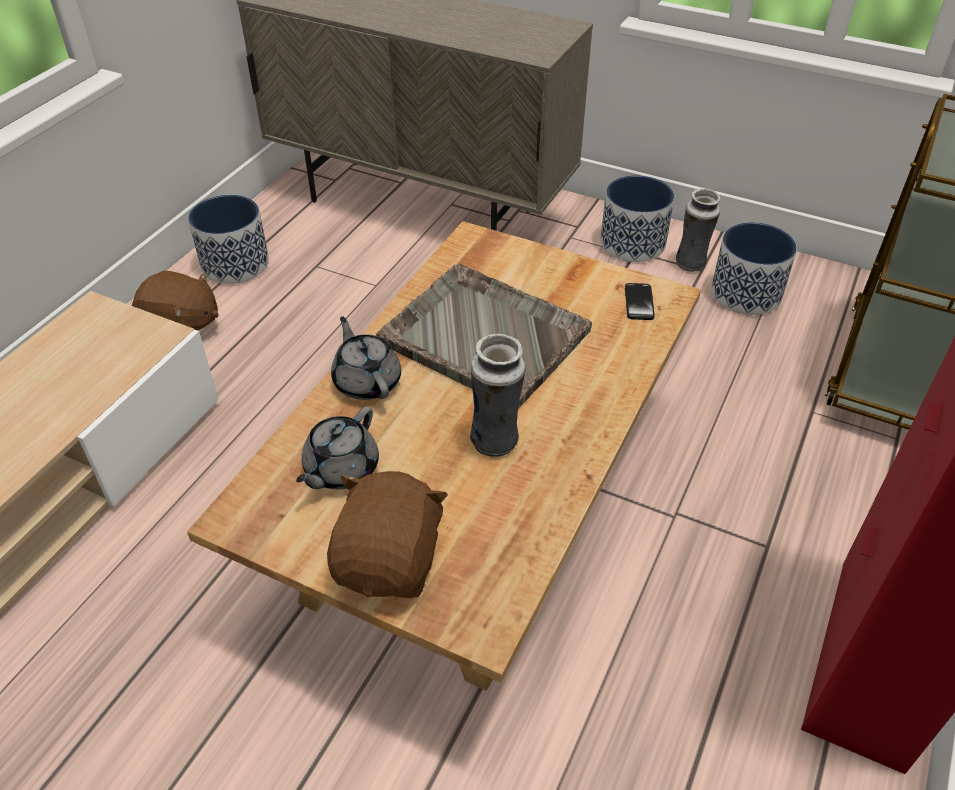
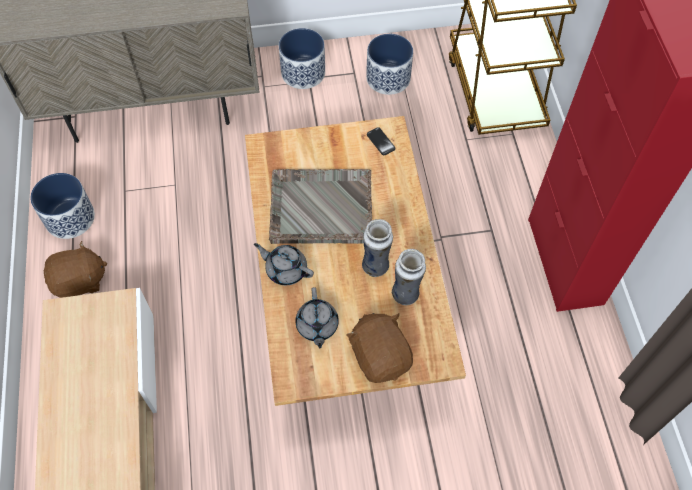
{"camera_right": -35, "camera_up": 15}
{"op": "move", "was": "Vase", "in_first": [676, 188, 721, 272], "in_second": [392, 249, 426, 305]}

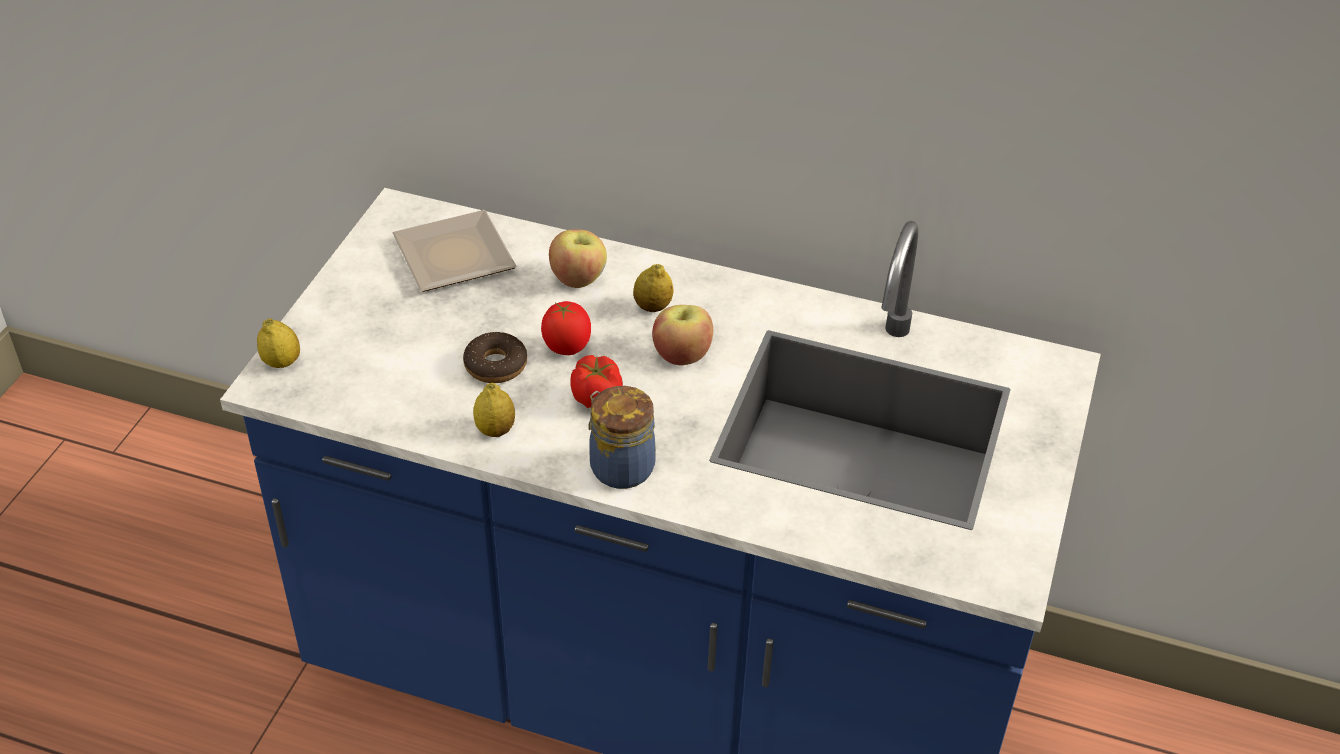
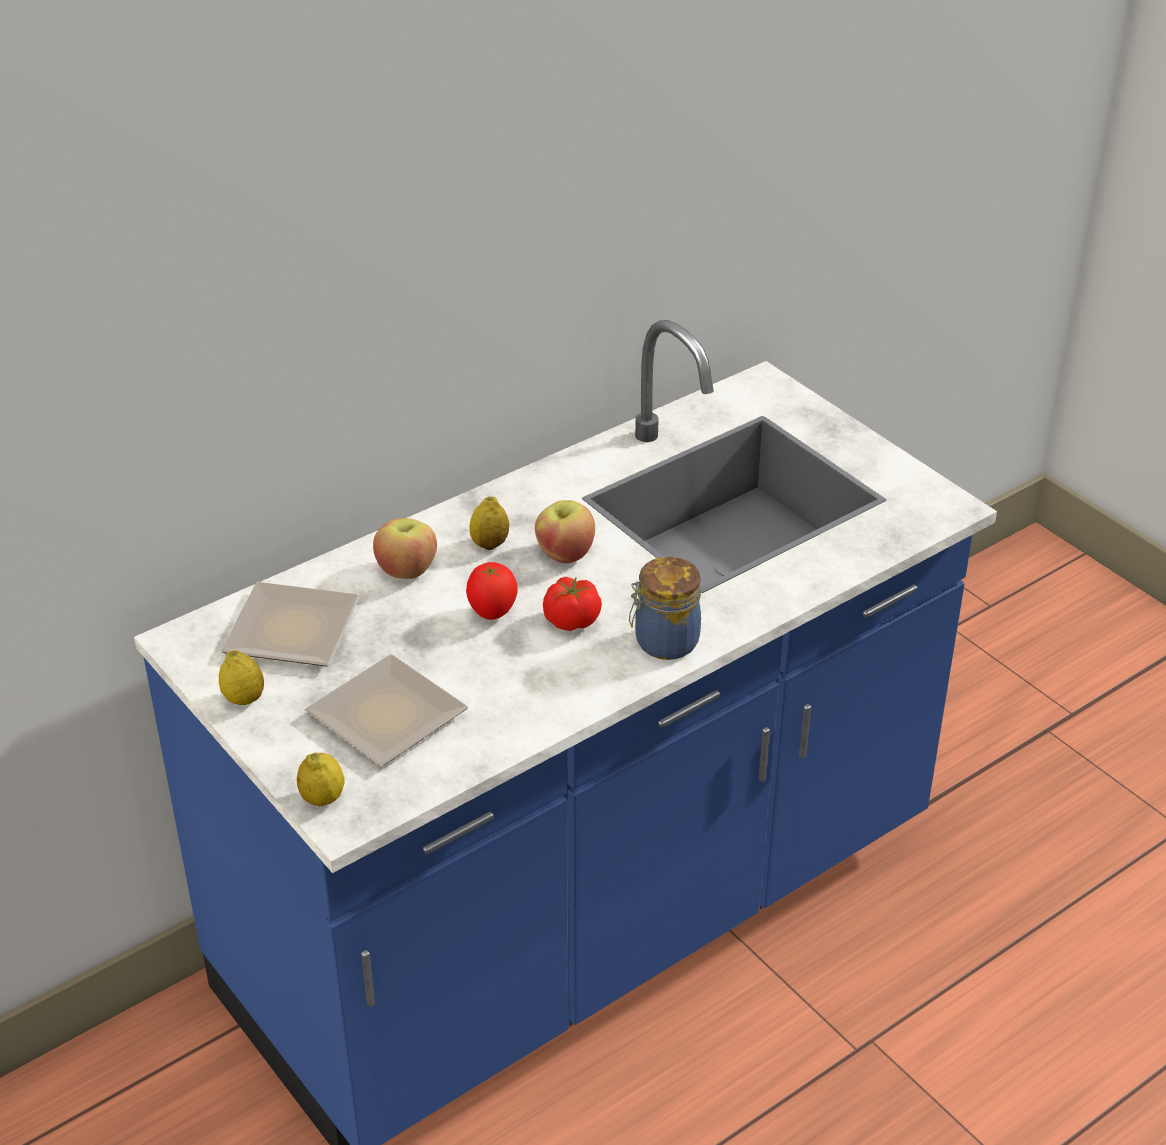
{"camera_right": -55, "camera_up": -5}
{"op": "delete", "was": "Donut", "in_first": [463, 332, 527, 383]}
{"op": "move", "was": "Zitrone", "in_first": [473, 383, 515, 437], "in_second": [219, 650, 264, 705]}
{"op": "insert", "now": "Teller", "in_second": [305, 654, 468, 766]}

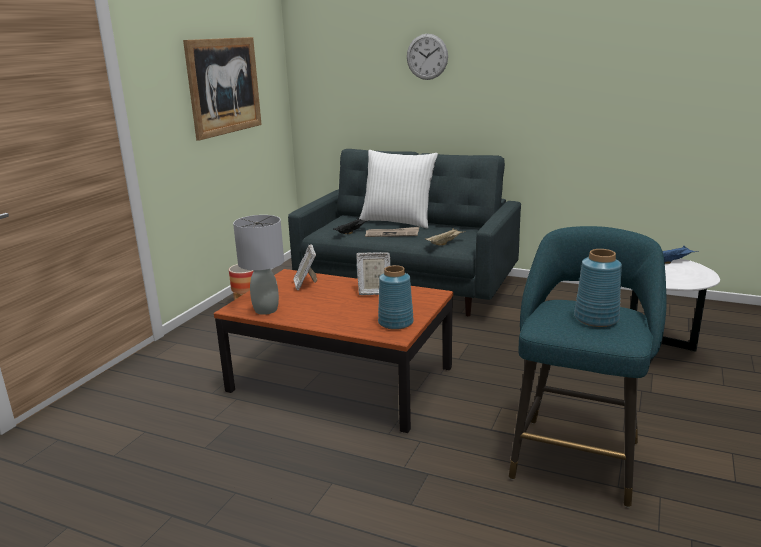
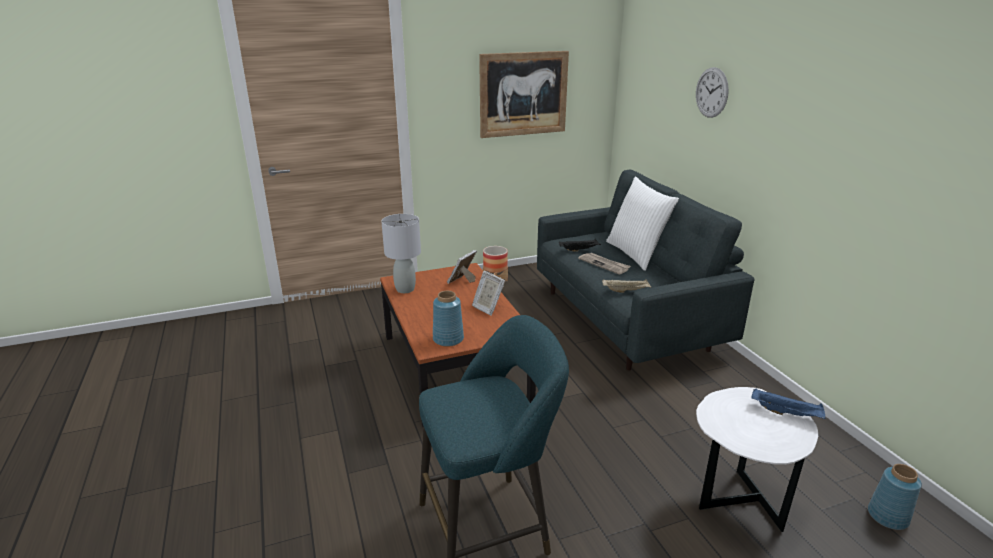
{"camera_right": 45, "camera_up": 5}
{"op": "move", "was": "Vase/blau", "in_first": [574, 249, 622, 327], "in_second": [868, 464, 922, 530]}

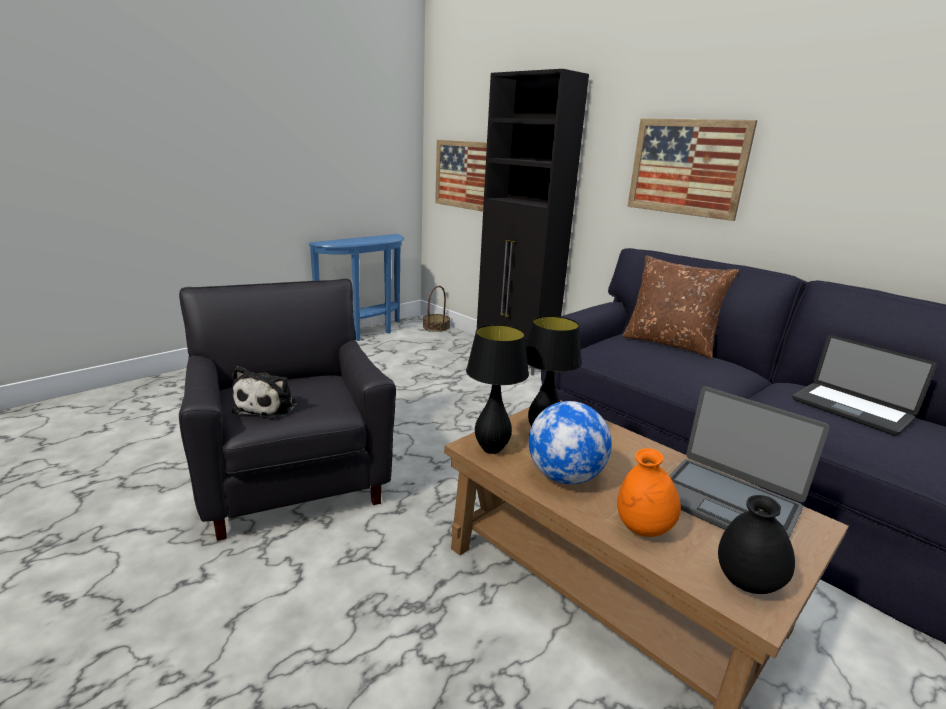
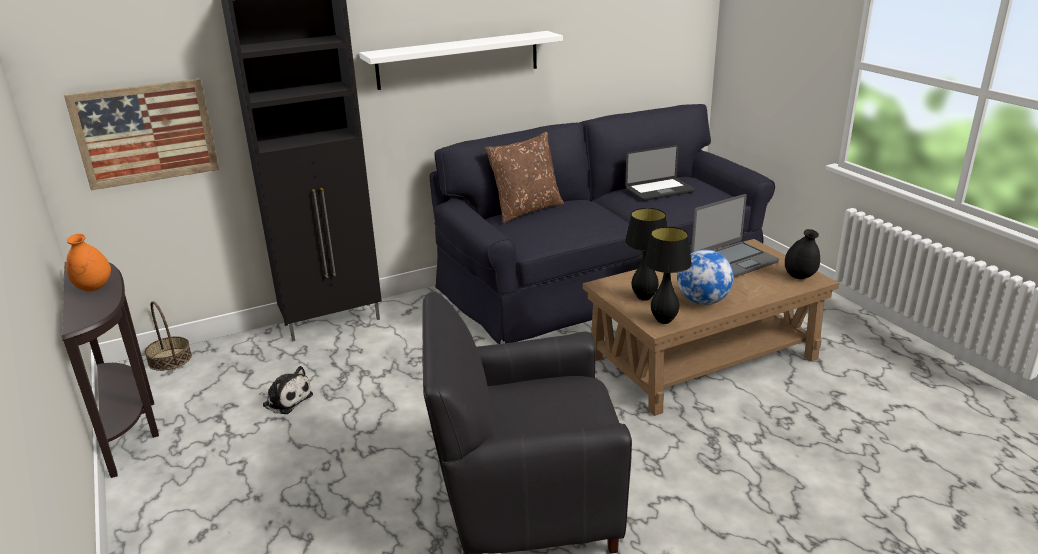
{"camera_right": -70, "camera_up": 5}
{"op": "replace", "was": "Bild", "now": "Wandregal/weiß", "in_first": [627, 118, 757, 221], "in_second": [359, 31, 563, 90]}
{"op": "recolor", "was": "Konsolentisch/blau", "now": "Konsolentisch/braun", "in_first": [308, 234, 404, 341], "in_second": [62, 262, 159, 478]}
{"op": "move", "was": "Plüschtier", "in_first": [232, 366, 297, 419], "in_second": [259, 366, 313, 414]}
{"op": "move", "was": "Vase/orange", "in_first": [617, 448, 681, 537], "in_second": [66, 234, 111, 291]}

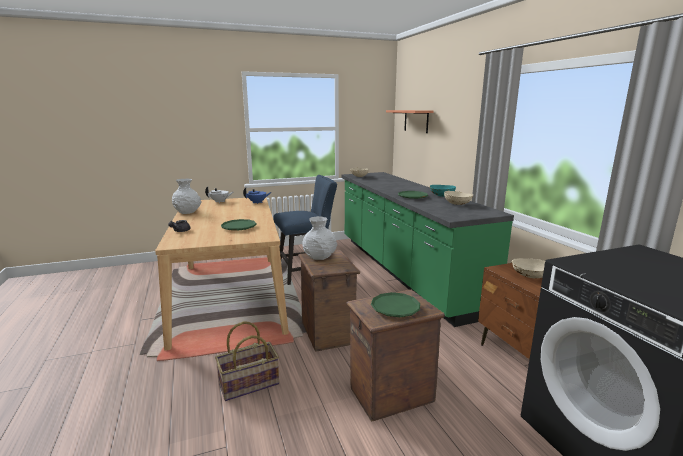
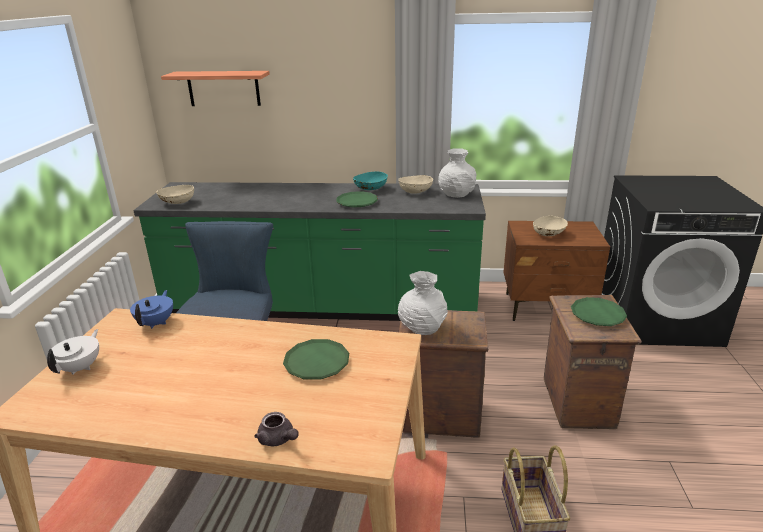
{"camera_right": -65, "camera_up": 10}
{"op": "move", "was": "Vase/weiß", "in_first": [172, 179, 201, 214], "in_second": [438, 148, 477, 198]}

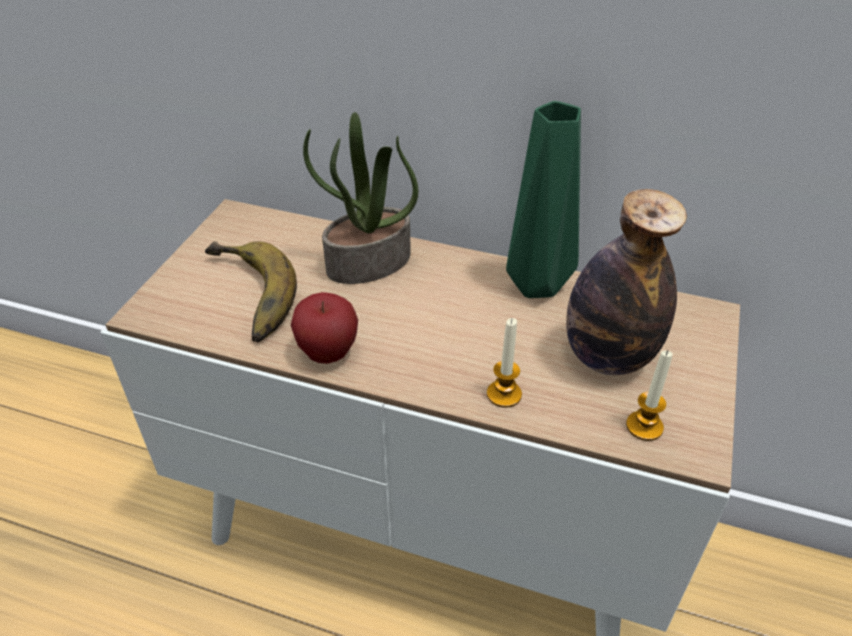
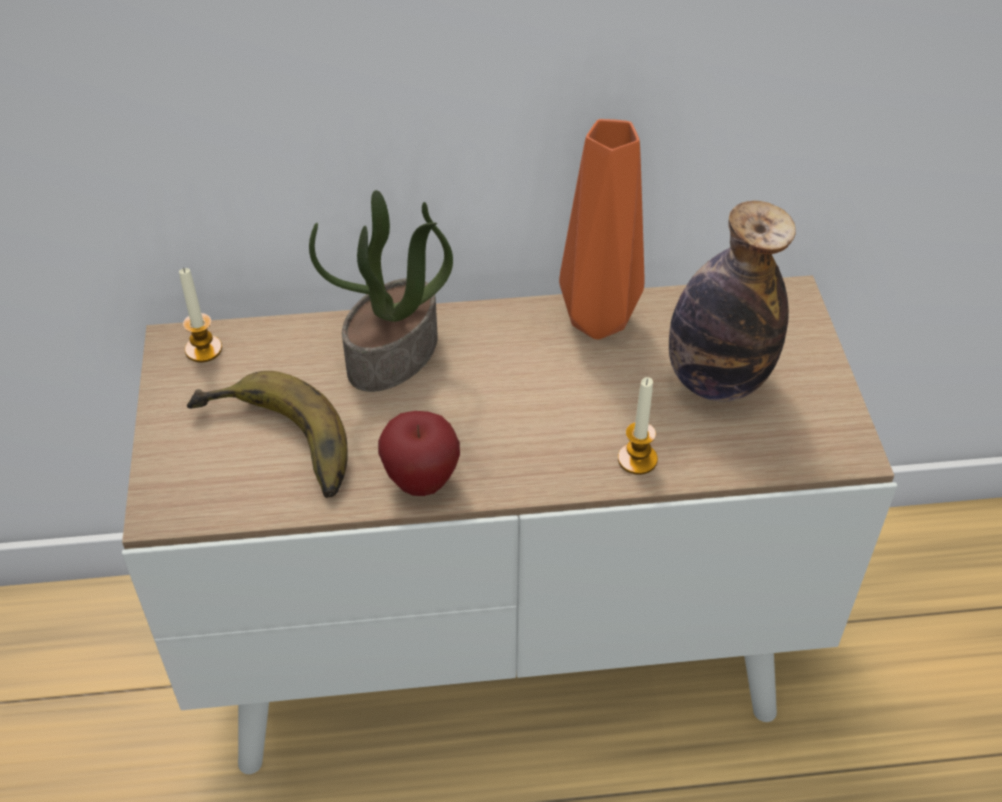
{"camera_right": -25, "camera_up": 5}
{"op": "recolor", "was": "Vase/grün", "now": "Vase/orange", "in_first": [506, 101, 581, 298], "in_second": [559, 119, 644, 340]}
{"op": "move", "was": "Kerze", "in_first": [626, 350, 673, 441], "in_second": [179, 268, 222, 362]}

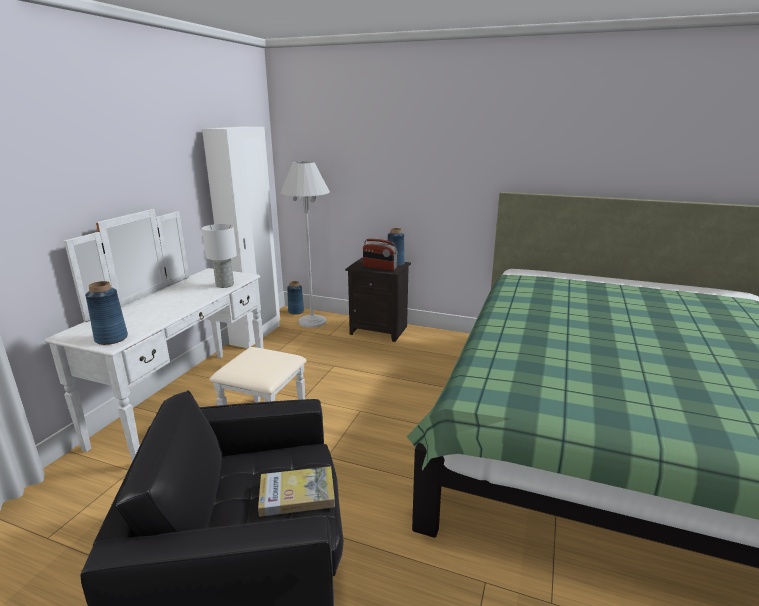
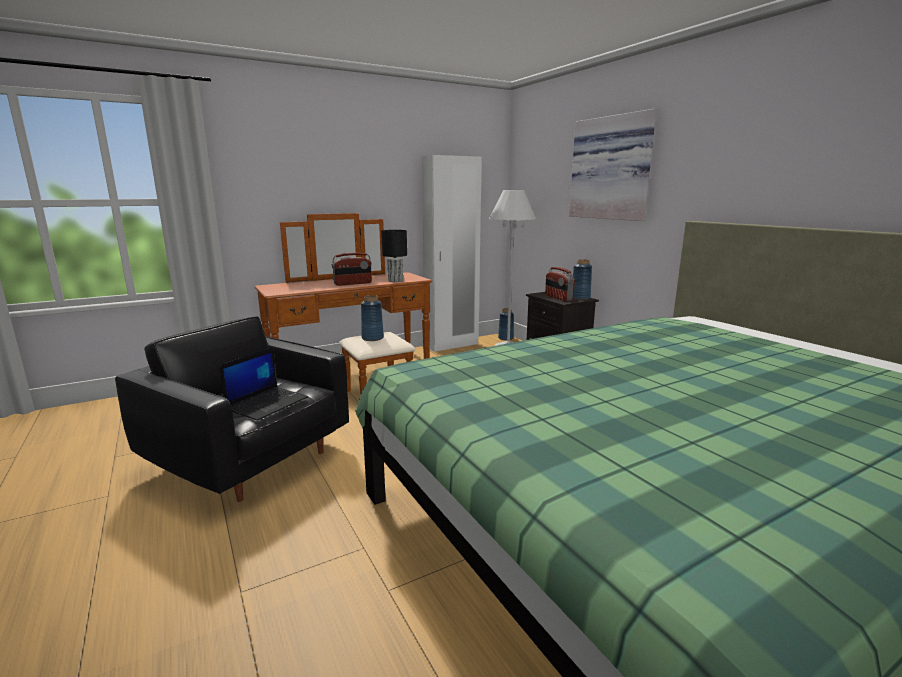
{"camera_right": 40, "camera_up": -5}
{"op": "recolor", "was": "Kommode/weiß", "now": "Kommode/braun", "in_first": [45, 209, 307, 461], "in_second": [255, 213, 432, 395]}
{"op": "recolor", "was": "Tischlampe/weiß", "now": "Tischlampe/schwarz", "in_first": [202, 224, 237, 288], "in_second": [381, 230, 407, 282]}
{"op": "move", "was": "Vase/blau", "in_first": [85, 281, 128, 345], "in_second": [361, 295, 384, 341]}
{"op": "replace", "was": "Buch", "now": "Laptop", "in_first": [258, 466, 335, 517], "in_second": [220, 347, 308, 421]}
{"op": "insert", "now": "Bild", "in_second": [569, 109, 656, 221]}
{"op": "insert", "now": "Radio", "in_second": [332, 253, 372, 286]}

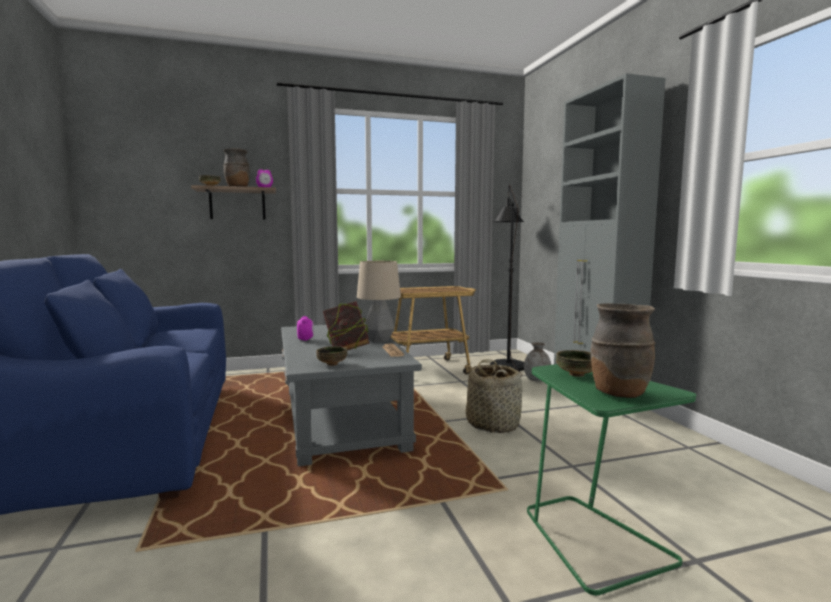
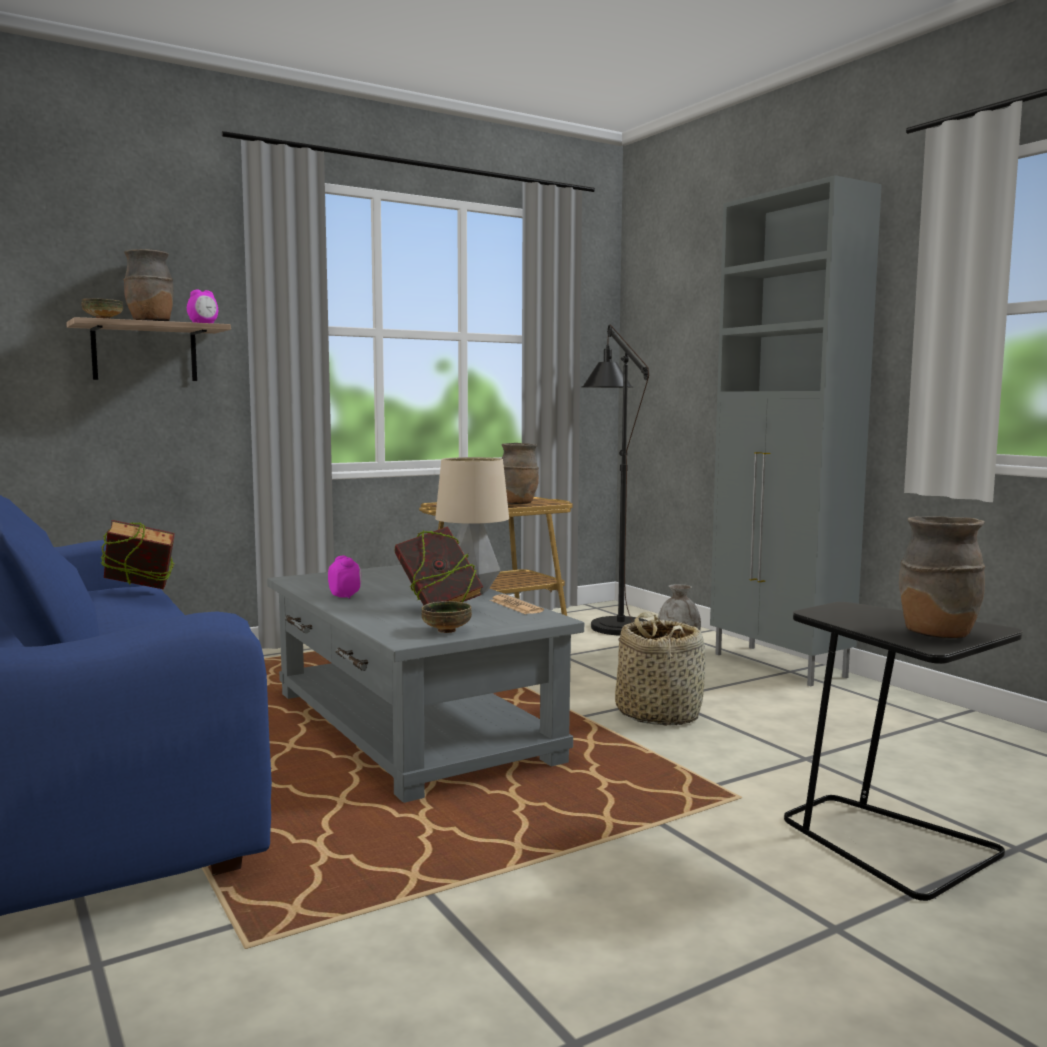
{"camera_right": -15, "camera_up": 0}
{"op": "delete", "was": "Schüssel", "in_first": [556, 350, 592, 377]}
{"op": "recolor", "was": "Beistelltisch/grün", "now": "Beistelltisch/schwarz", "in_first": [527, 364, 697, 595], "in_second": [784, 602, 1023, 901]}
{"op": "insert", "now": "Vase/braun", "in_second": [501, 443, 539, 504]}
{"op": "insert", "now": "Buch", "in_second": [100, 520, 175, 589]}

